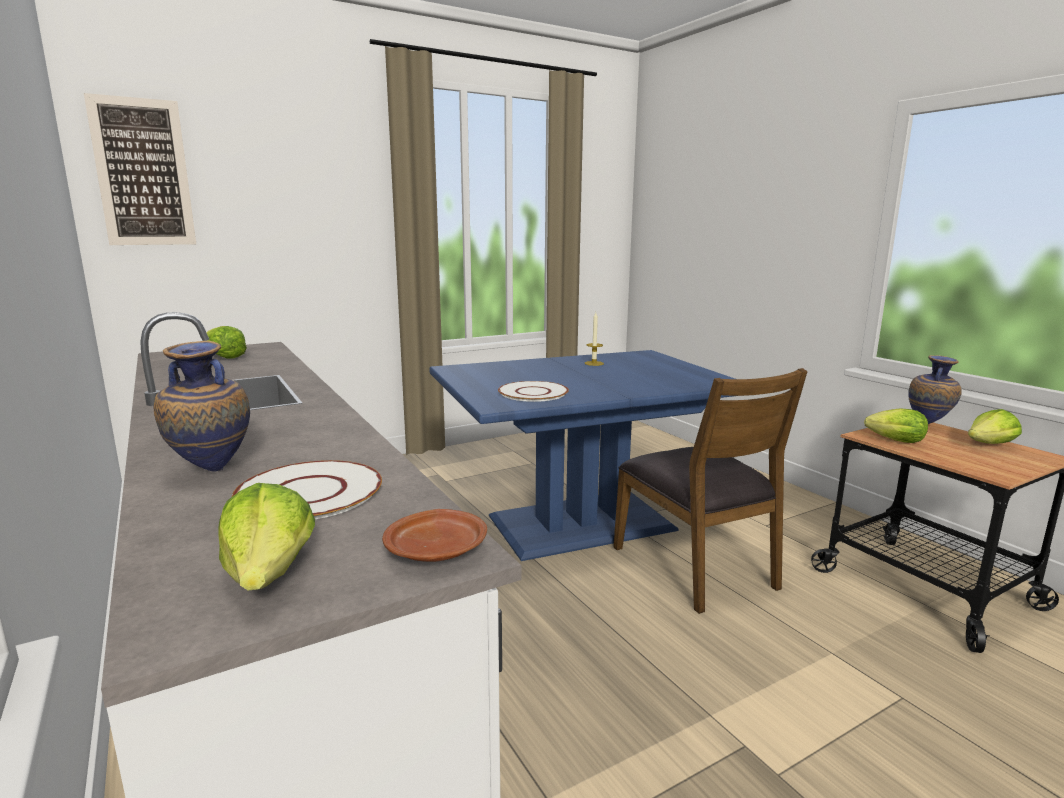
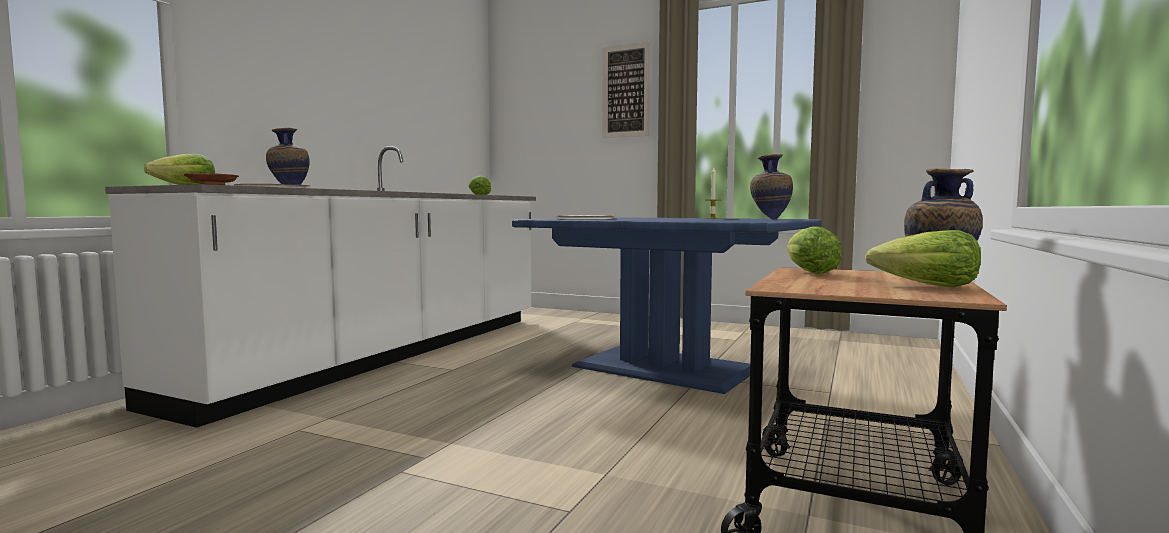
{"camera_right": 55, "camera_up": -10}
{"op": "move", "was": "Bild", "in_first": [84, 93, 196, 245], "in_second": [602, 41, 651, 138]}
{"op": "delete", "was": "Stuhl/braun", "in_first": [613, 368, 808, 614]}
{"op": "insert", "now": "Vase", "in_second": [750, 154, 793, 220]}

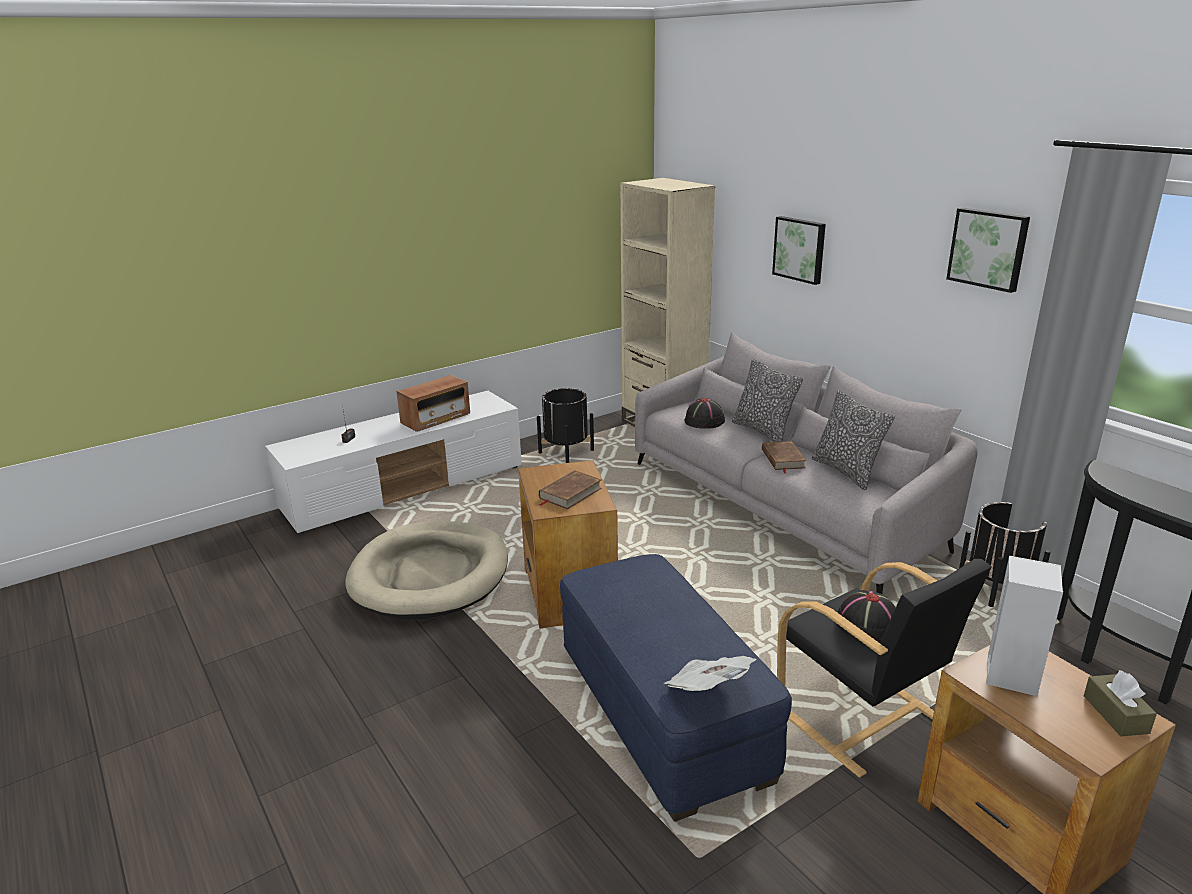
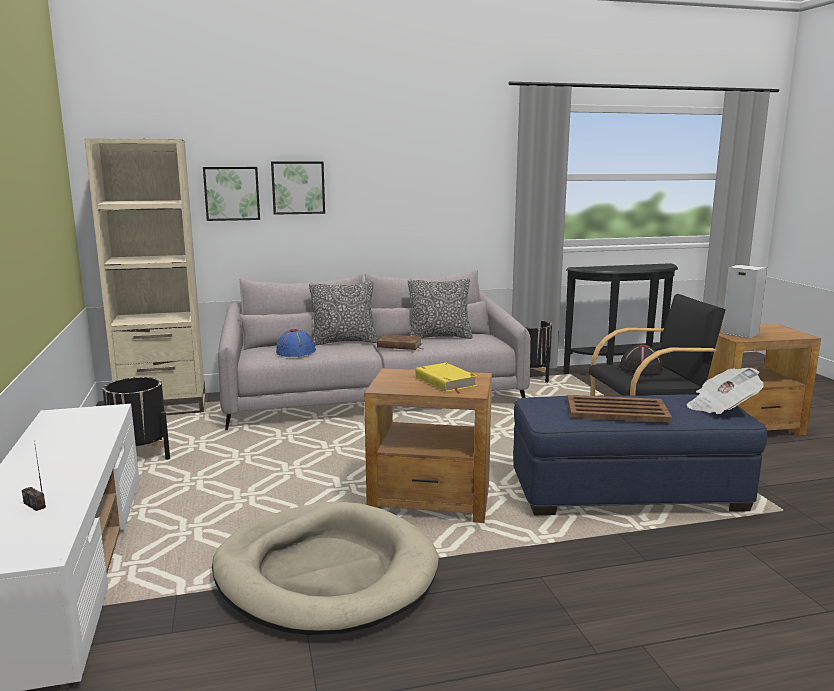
{"camera_right": -70, "camera_up": -10}
{"op": "move", "was": "Bild", "in_first": [946, 208, 1030, 293], "in_second": [203, 167, 260, 221]}
{"op": "delete", "was": "Radio", "in_first": [396, 375, 470, 432]}
{"op": "recolor", "was": "Hut/schwarz", "now": "Hut/blau", "in_first": [685, 398, 725, 429], "in_second": [276, 329, 316, 357]}
{"op": "recolor", "was": "Buch/braun", "now": "Buch/gelb", "in_first": [539, 470, 602, 509], "in_second": [415, 363, 477, 394]}
{"op": "delete", "was": "Taschentuchbox/braun", "in_first": [1084, 670, 1157, 737]}
{"op": "insert", "now": "Tablett/braun", "in_second": [567, 395, 672, 422]}

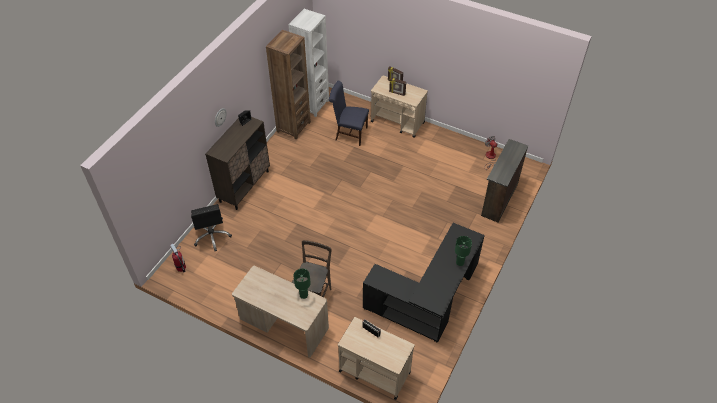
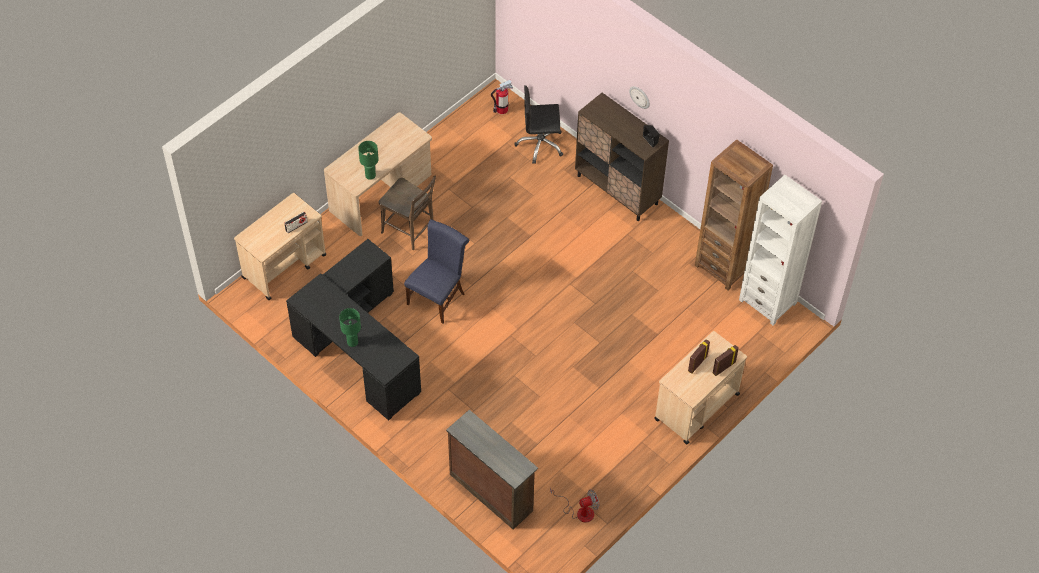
{"camera_right": 105, "camera_up": 5}
{"op": "move", "was": "Stuhl/blau", "in_first": [329, 81, 369, 146], "in_second": [404, 219, 469, 324]}

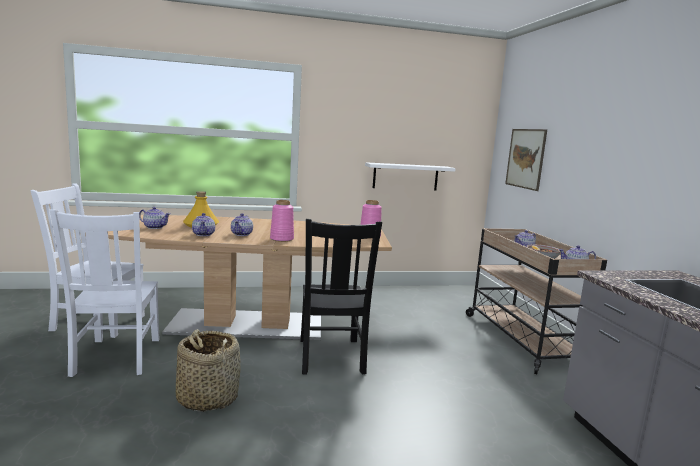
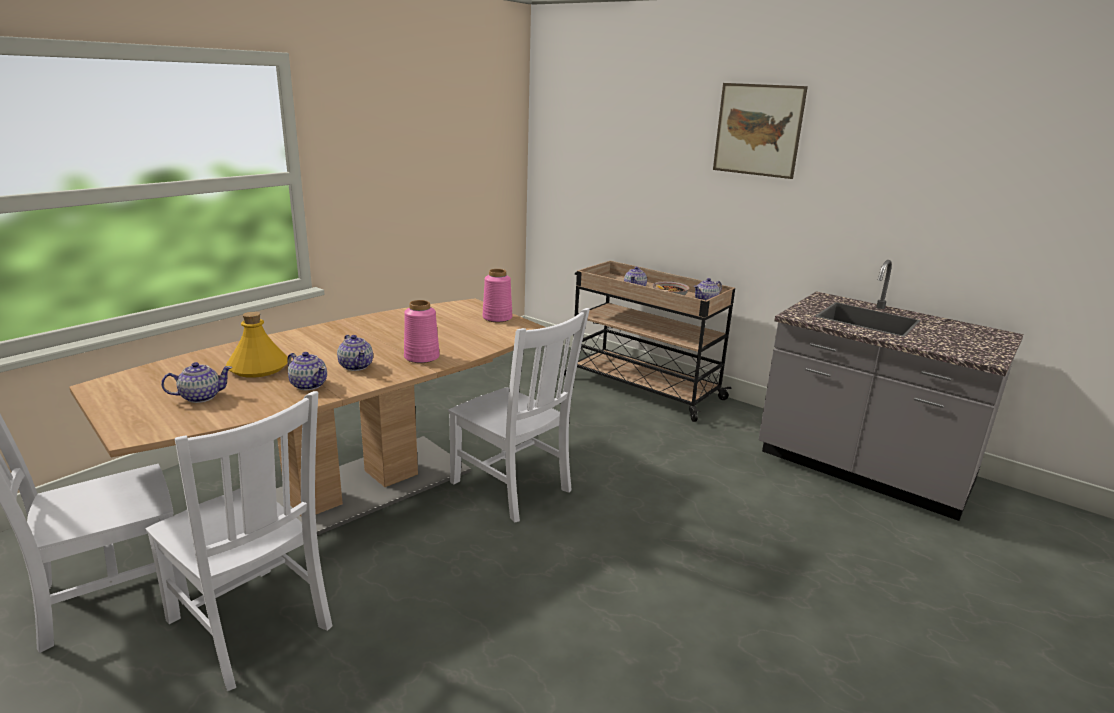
{"camera_right": -40, "camera_up": 10}
{"op": "move", "was": "Bild", "in_first": [505, 129, 547, 191], "in_second": [713, 83, 808, 179]}
{"op": "delete", "was": "Wandregal/weiß", "in_first": [365, 162, 456, 191]}
{"op": "recolor", "was": "Stuhl/schwarz", "now": "Stuhl/weiß", "in_first": [300, 219, 382, 375], "in_second": [448, 308, 590, 523]}
{"op": "delete", "was": "Korb", "in_first": [176, 329, 241, 412]}

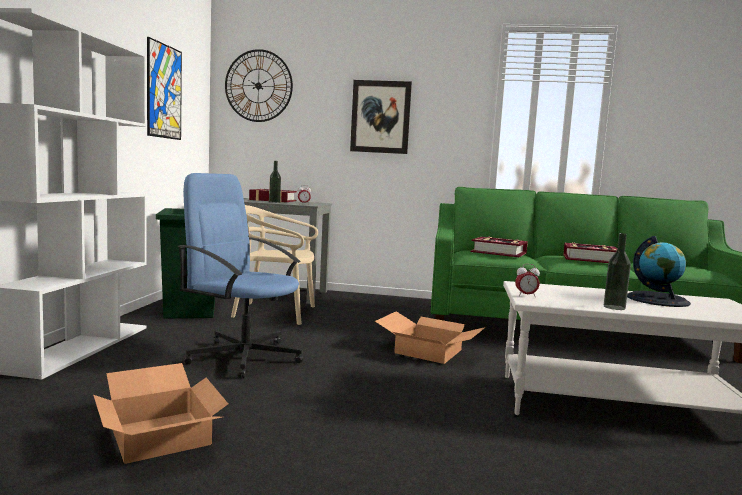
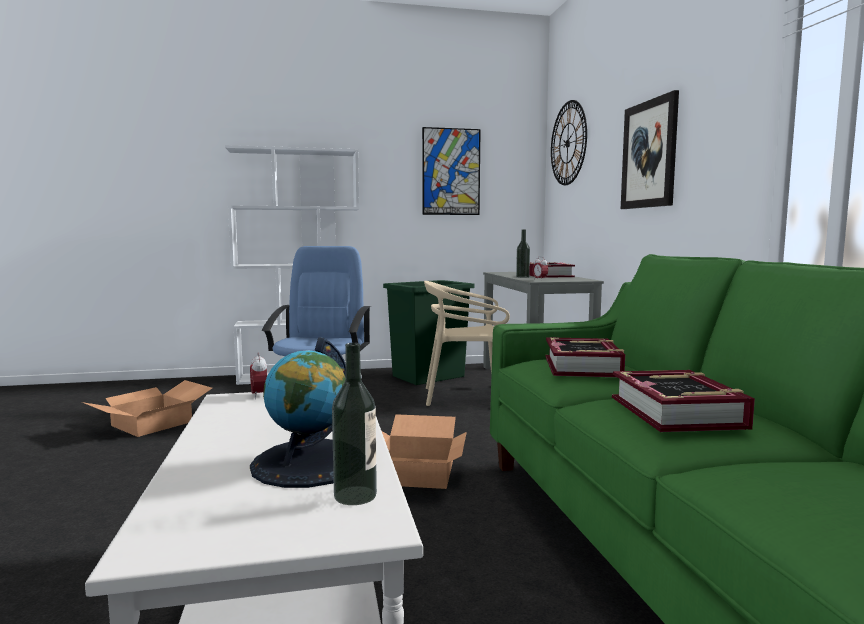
{"camera_right": 70, "camera_up": 0}
{"op": "rotate", "was": "Stuhl/beige", "in_first": [231, 205, 318, 325], "in_second": [424, 281, 510, 406], "clockwise": -75}
{"op": "move", "was": "Flasche", "in_first": [604, 233, 631, 310], "in_second": [332, 343, 377, 505]}

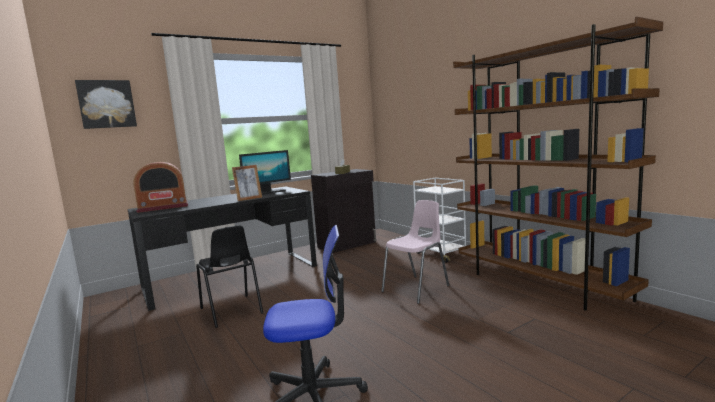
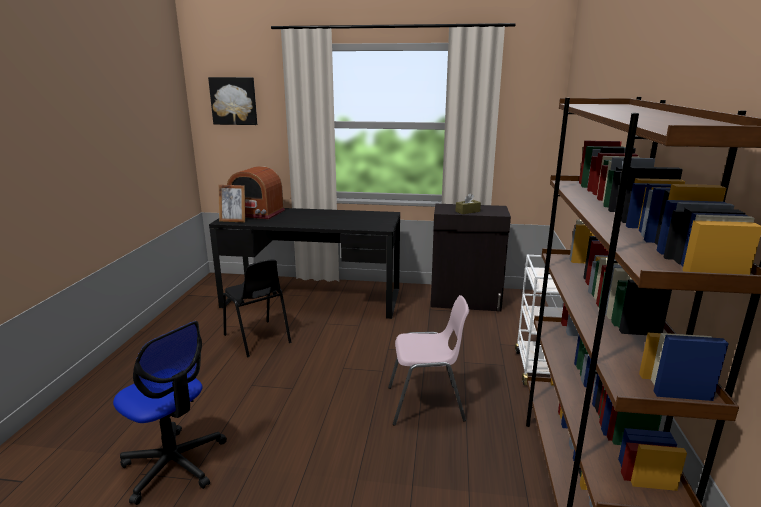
{"camera_right": 40, "camera_up": 10}
{"op": "delete", "was": "Monitor", "in_first": [239, 150, 291, 195]}
{"op": "move", "was": "Bilderrahmen", "in_first": [232, 165, 262, 201], "in_second": [218, 185, 245, 222]}
{"op": "rotate", "was": "Stuhl/schwarz", "in_first": [196, 226, 263, 328], "in_second": [223, 259, 291, 358], "clockwise": -45}

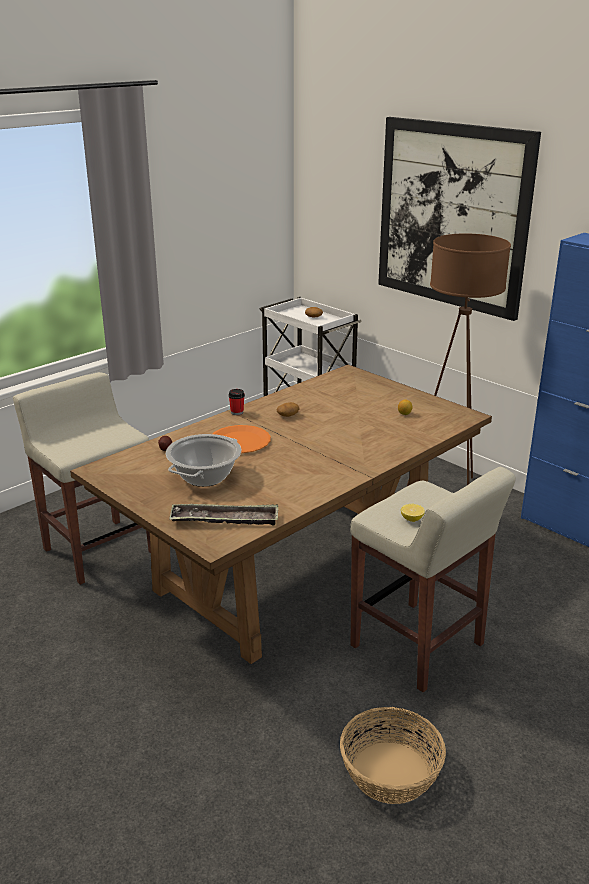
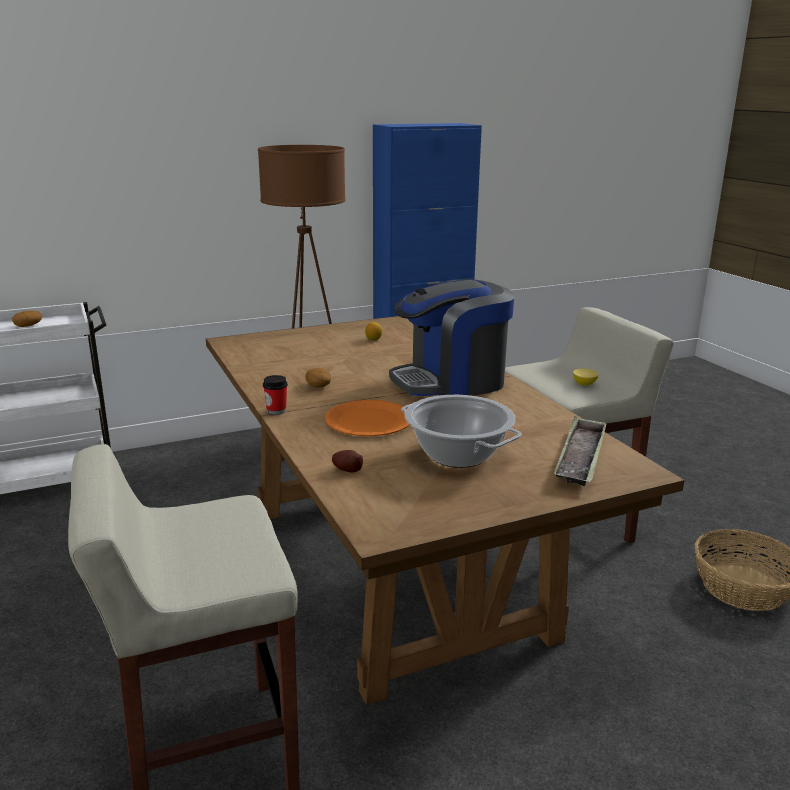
{"camera_right": -70, "camera_up": -5}
{"op": "delete", "was": "Bild", "in_first": [378, 117, 541, 321]}
{"op": "insert", "now": "Kaffeemaschine", "in_second": [389, 279, 514, 396]}

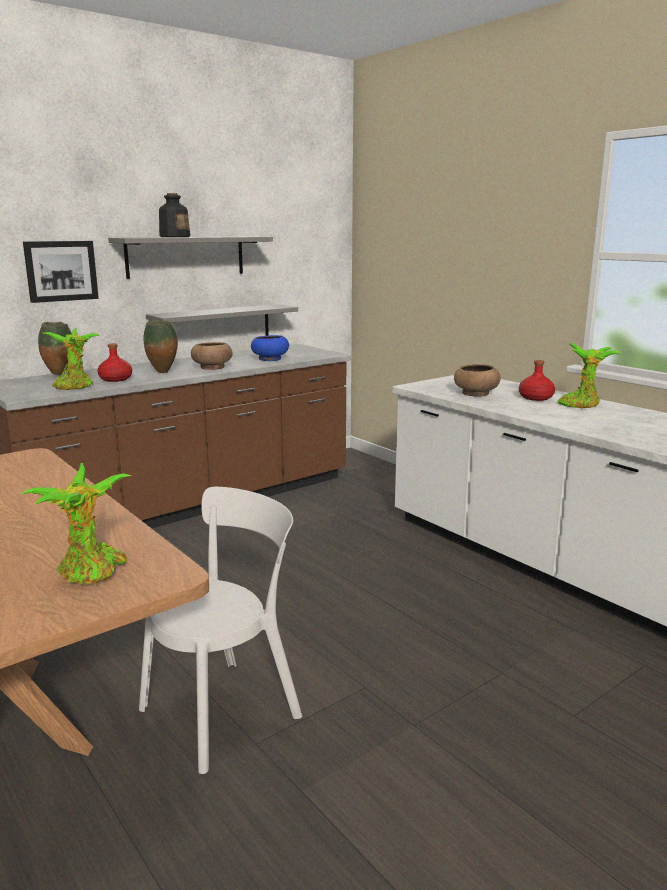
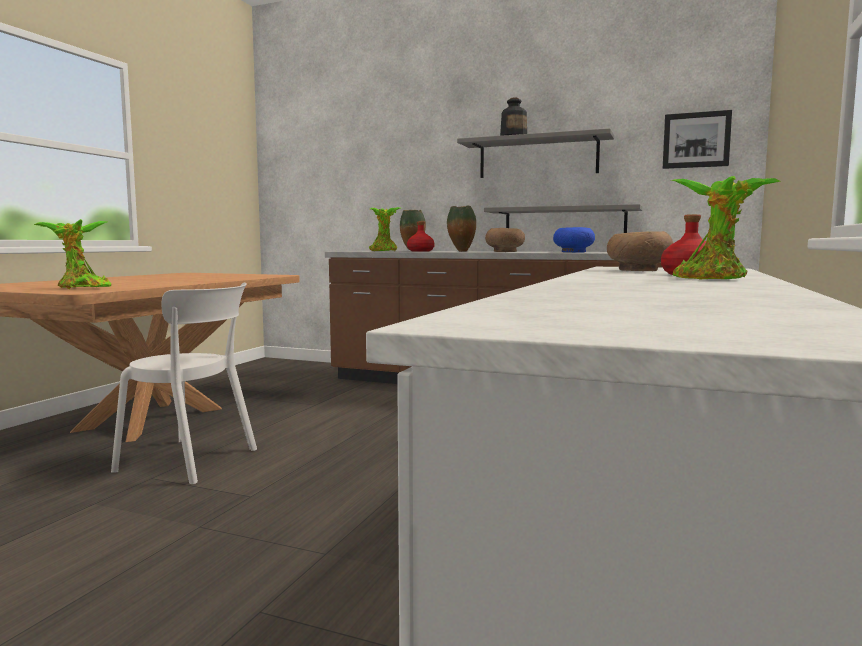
{"camera_right": 60, "camera_up": -10}
{"op": "move", "was": "Bild", "in_first": [23, 241, 99, 303], "in_second": [663, 110, 732, 169]}

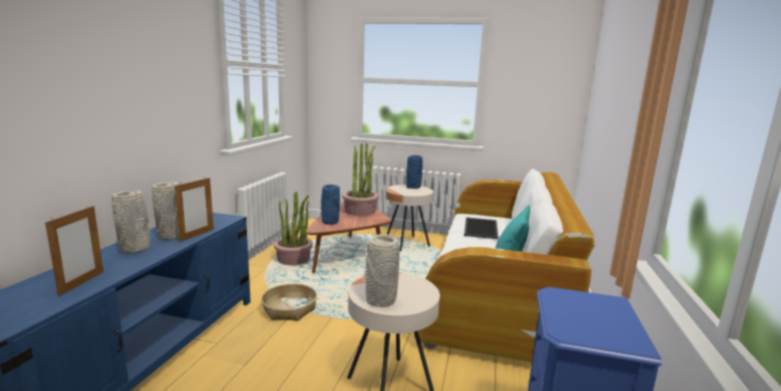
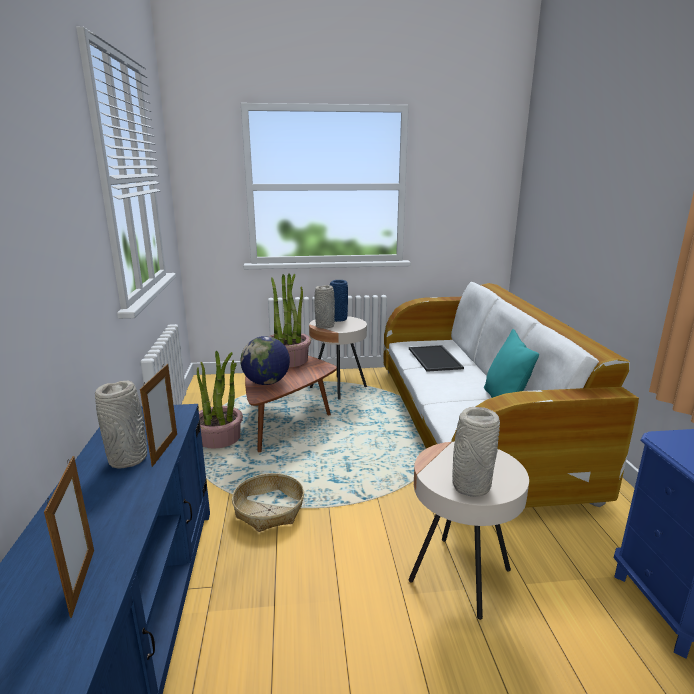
{"camera_right": -20, "camera_up": 5}
{"op": "replace", "was": "Vase/blau", "now": "Globus", "in_first": [321, 184, 340, 225], "in_second": [240, 336, 290, 385]}
{"op": "move", "was": "Vase/grau", "in_first": [111, 191, 150, 253], "in_second": [314, 285, 335, 329]}

